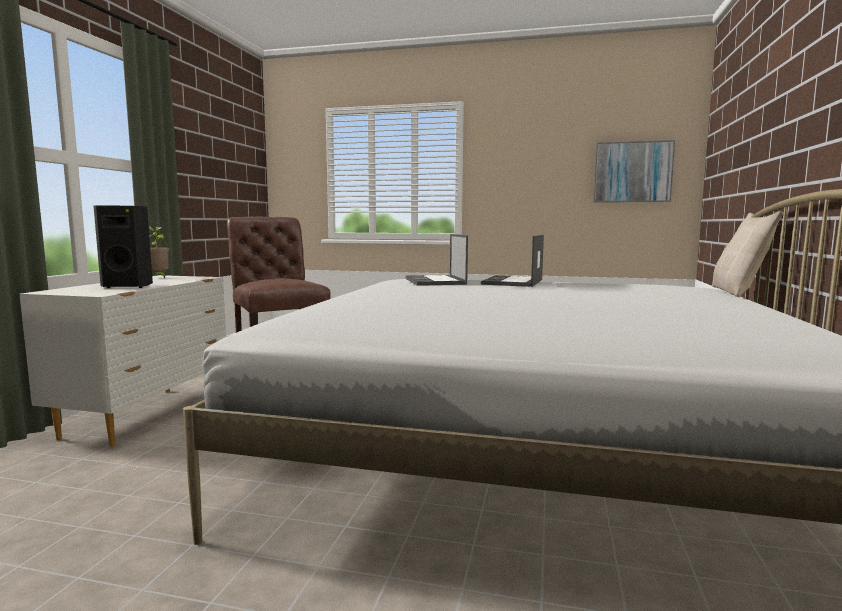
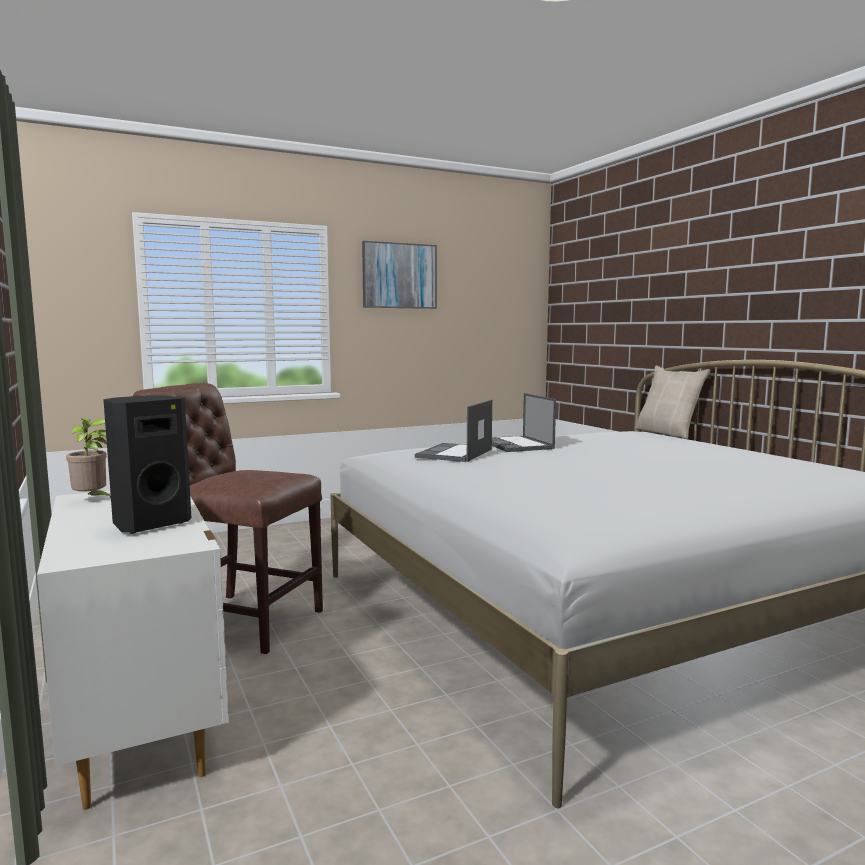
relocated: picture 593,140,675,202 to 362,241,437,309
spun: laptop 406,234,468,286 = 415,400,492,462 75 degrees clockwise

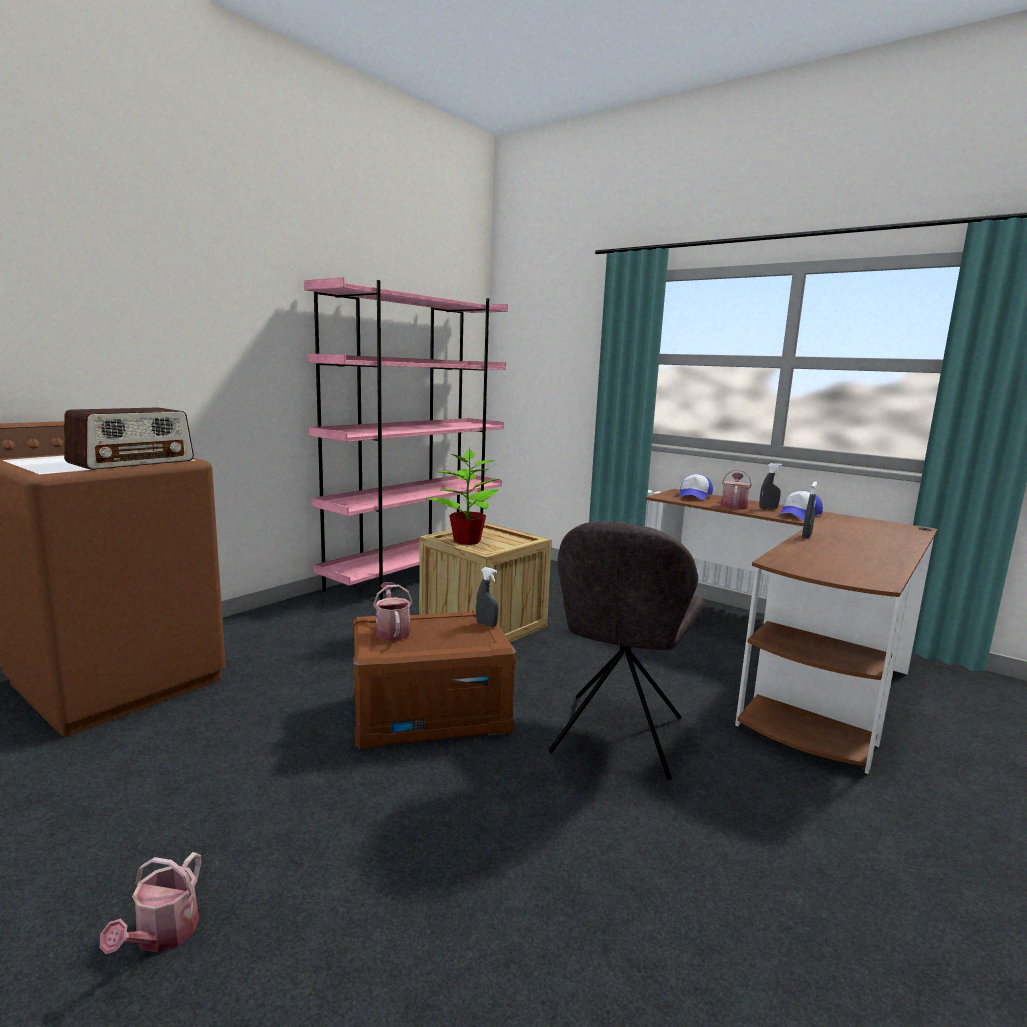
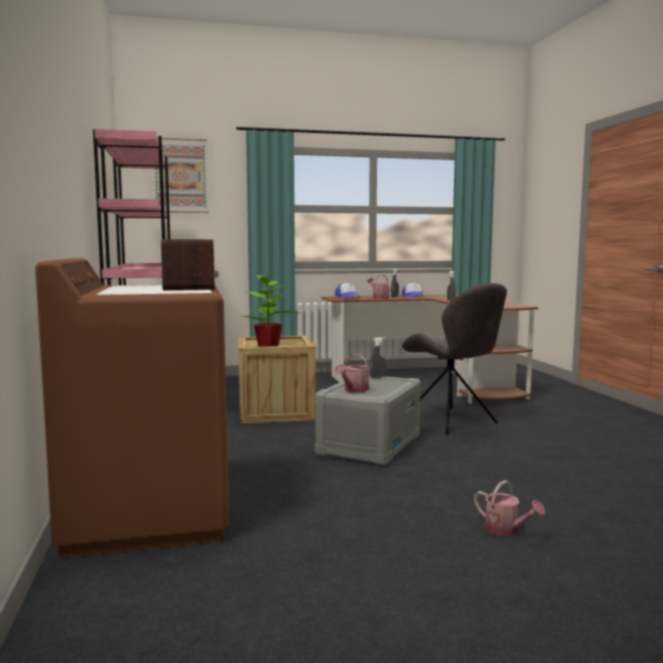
appeared: picture 152,137,209,213
colour: storage box/brown 353,610,516,749 to storage box/grey 315,375,421,466
spun: watering can 373,582,413,641 = 335,354,370,392 75 degrees counterclockwise

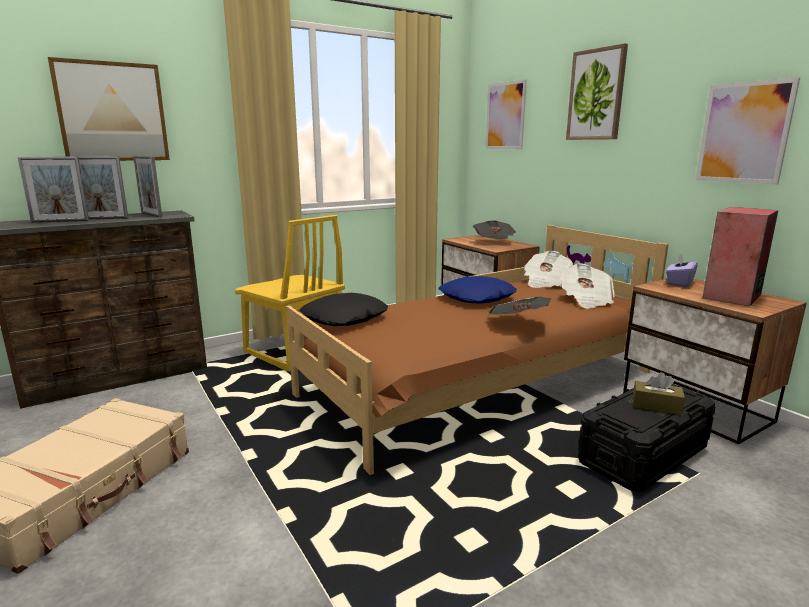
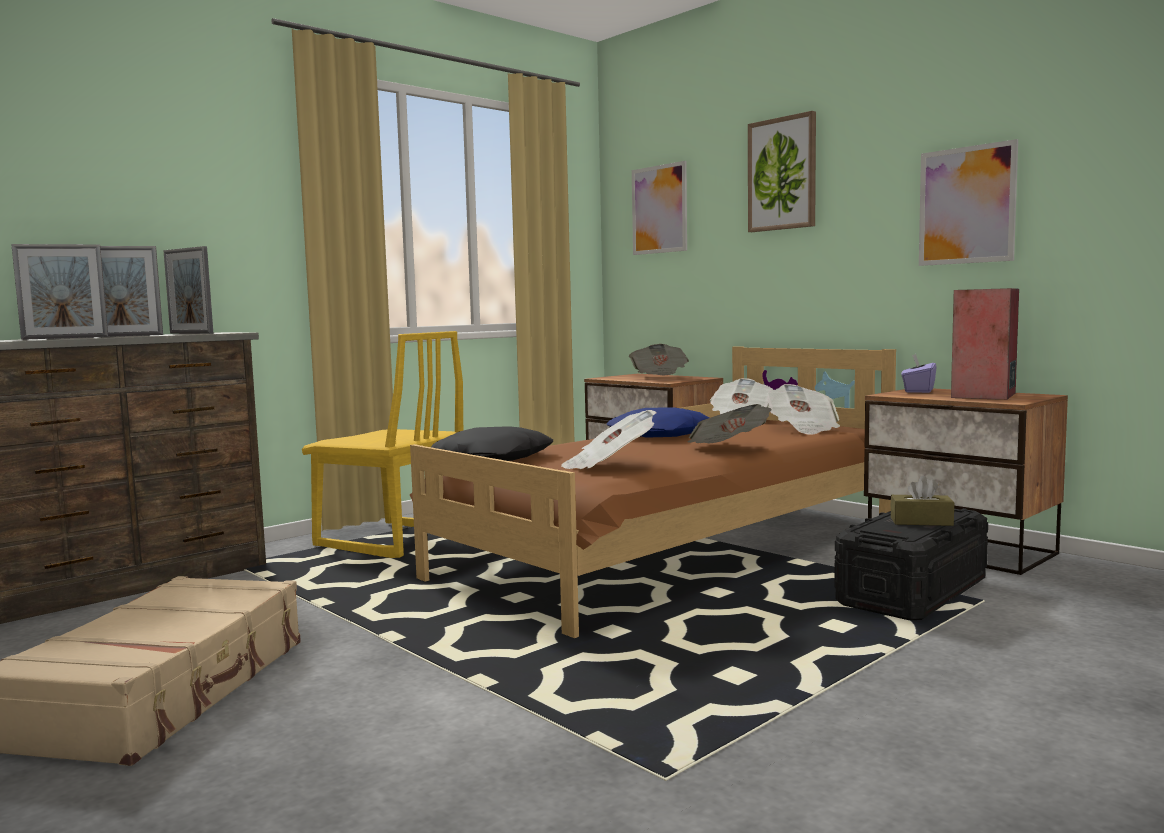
missing: picture 48,57,170,161
appeared: newspaper 561,410,657,469

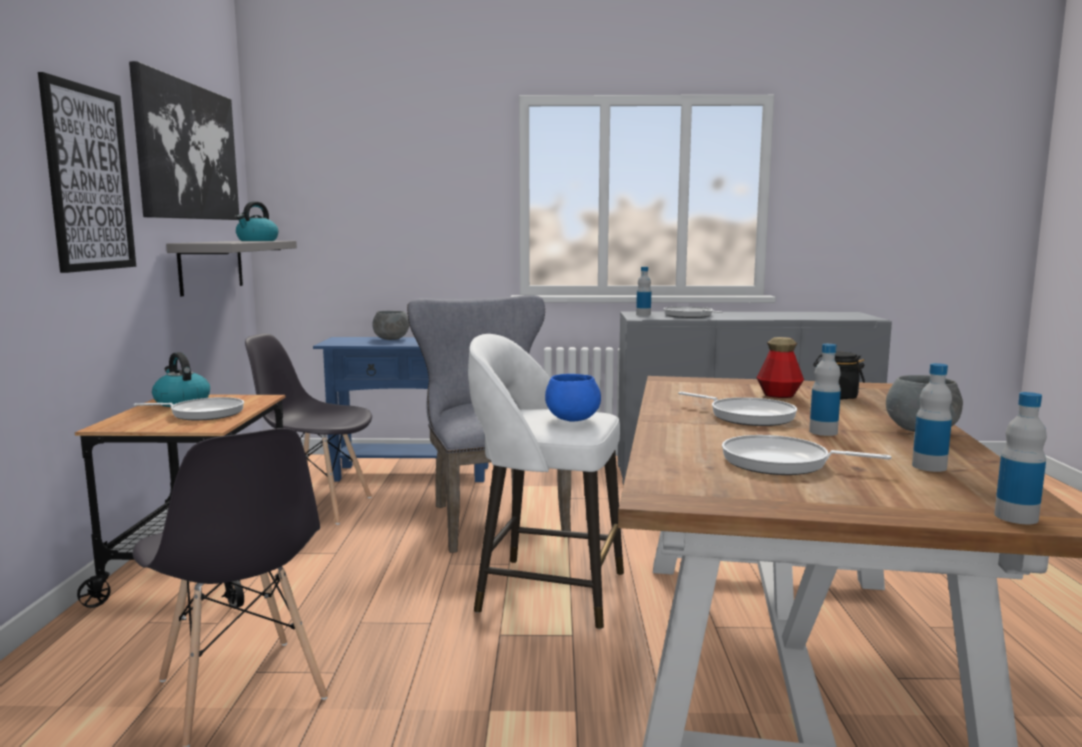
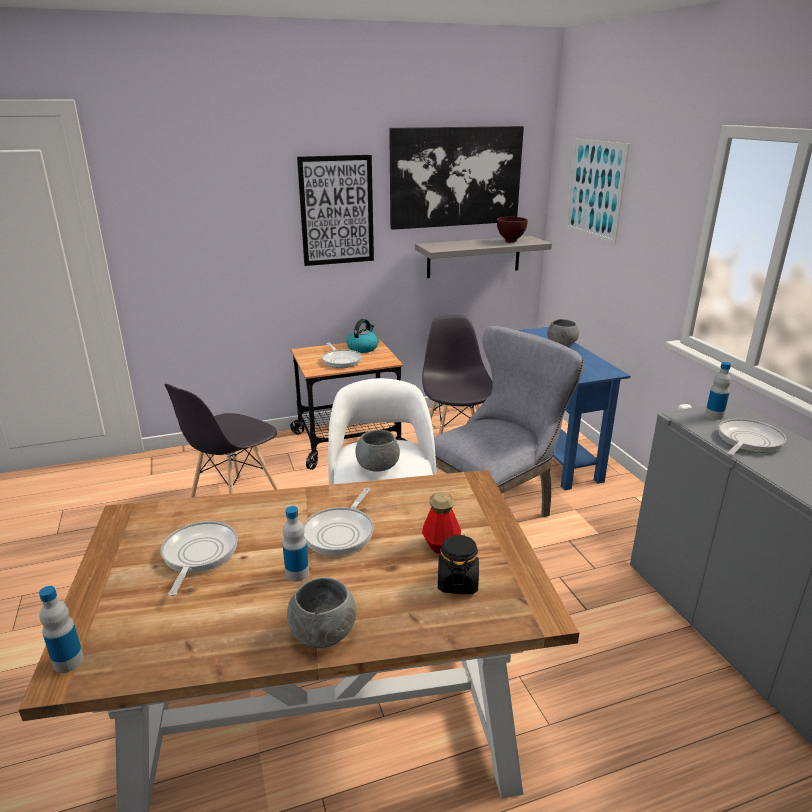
missing: bottle 912,363,952,472
appeared: picture 565,139,630,244
exchanged: kettle 236,201,279,241 to bowl/brown 497,217,528,243
colour: bowl/blue 545,374,601,422 to bowl/grey 355,430,400,472

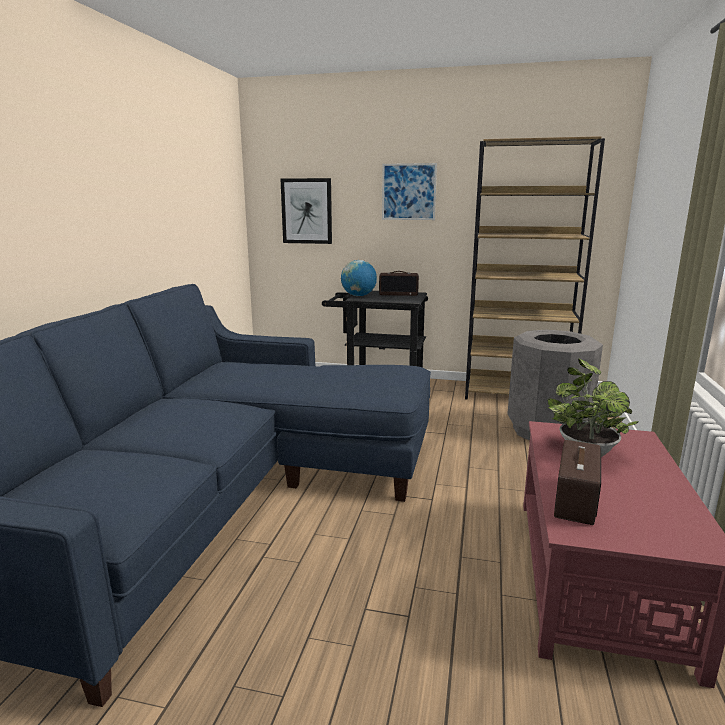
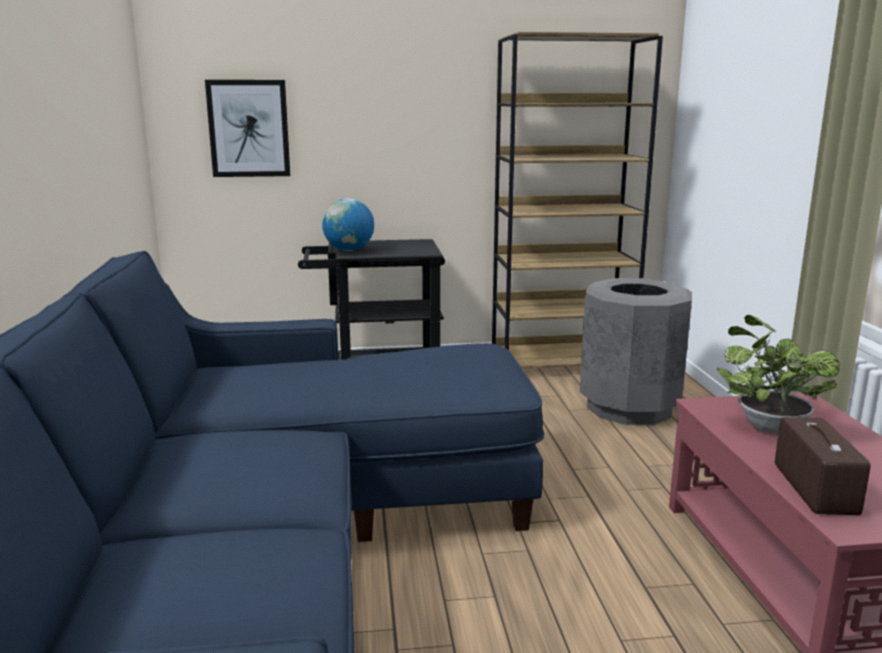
missing: radio 379,271,419,296; picture 382,163,437,220

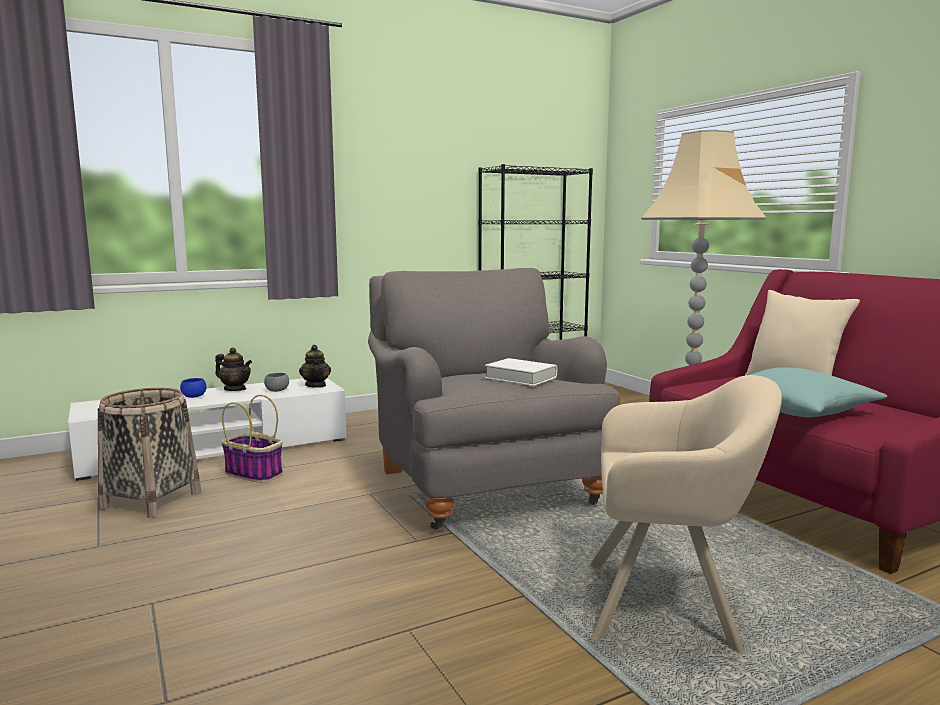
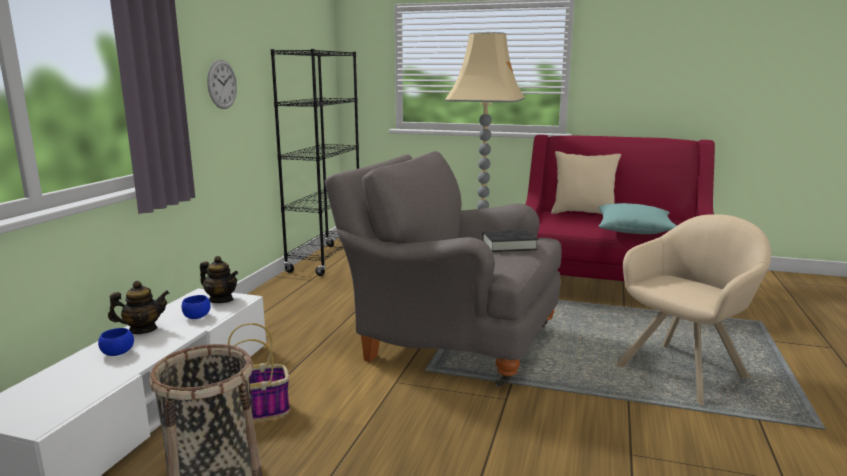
appeared: wall clock 207,59,237,109
colour: bowl/grey 264,373,289,392 to bowl/blue 182,295,211,319; book/white 485,358,557,386 to book/black 482,230,538,252

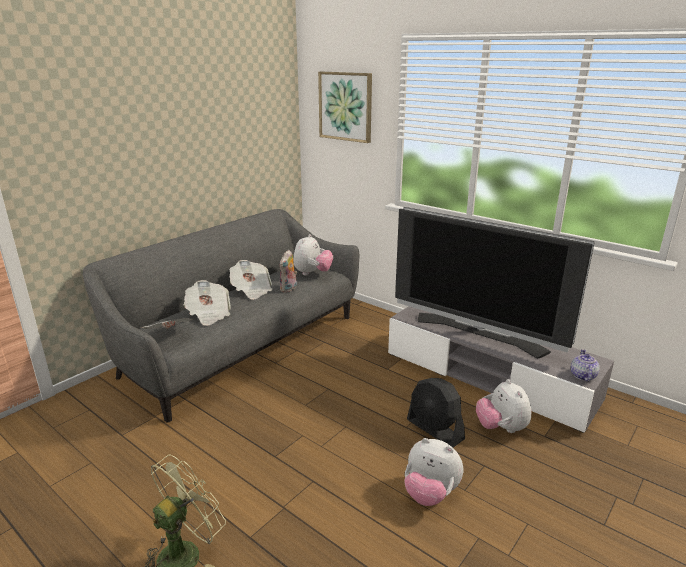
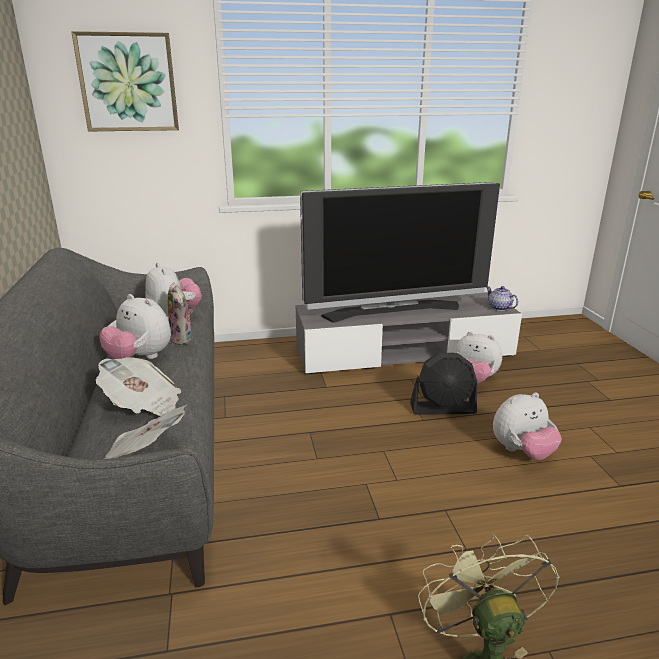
exchanged: newspaper 230,260,272,300 to plush toy 99,294,171,359

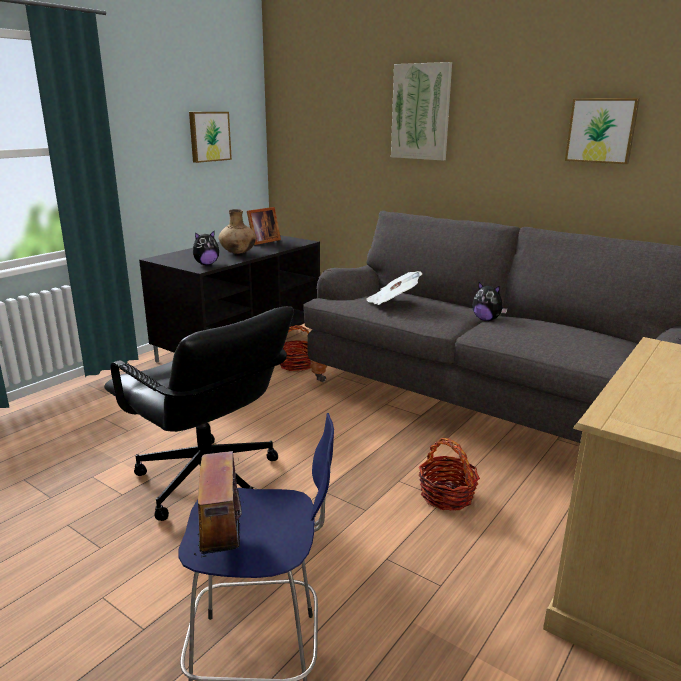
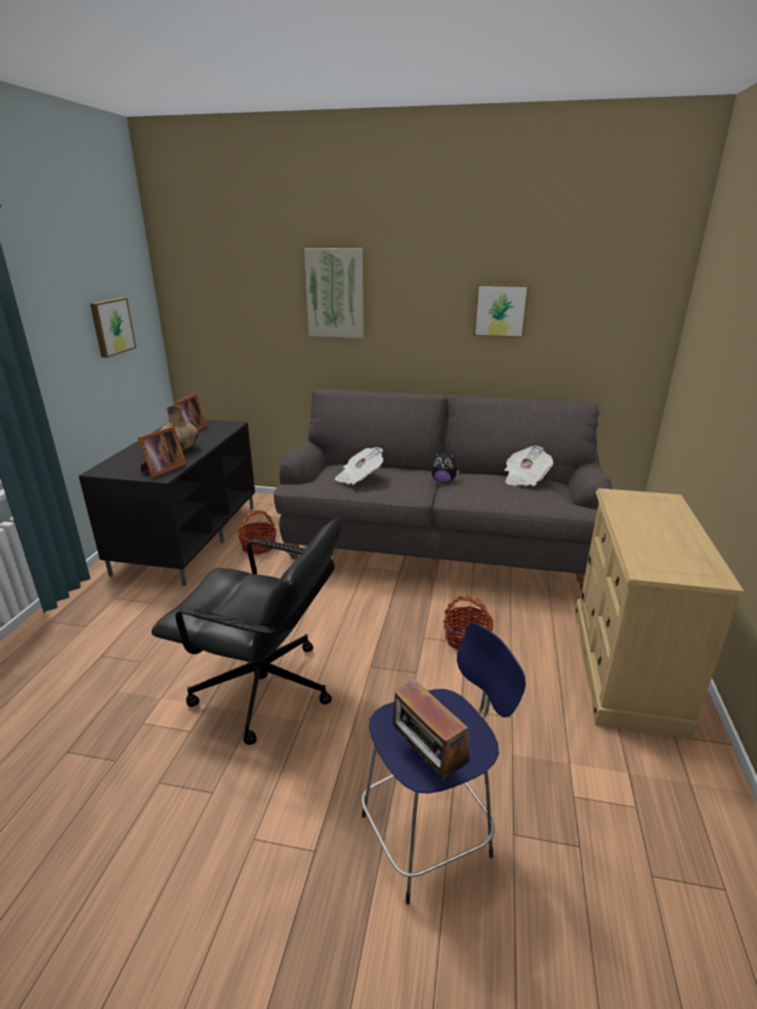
appeared: newspaper 505,446,553,486
exchanged: plush toy 193,231,219,265 to picture frame 138,426,186,477

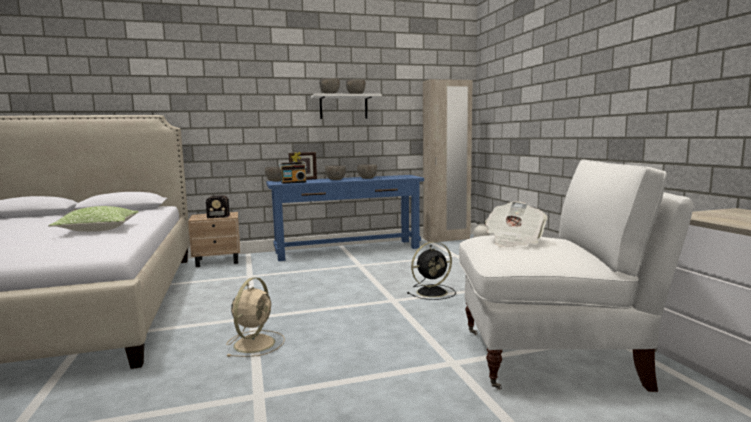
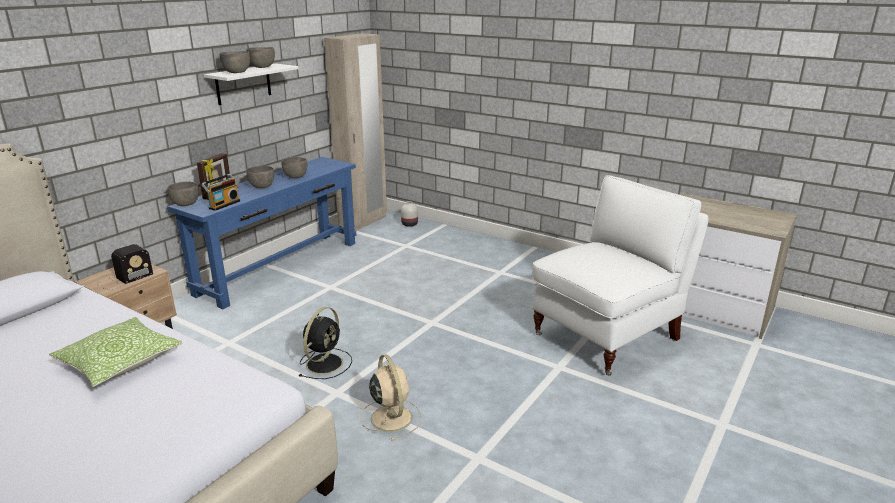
missing: newspaper 485,201,548,247
relocated: fan/black 407,241,456,300 to 299,307,352,379

